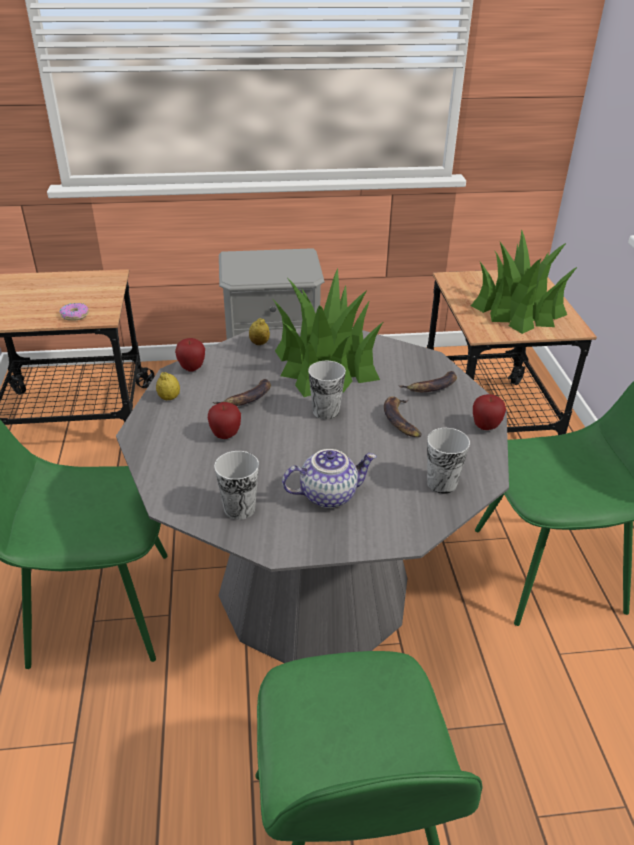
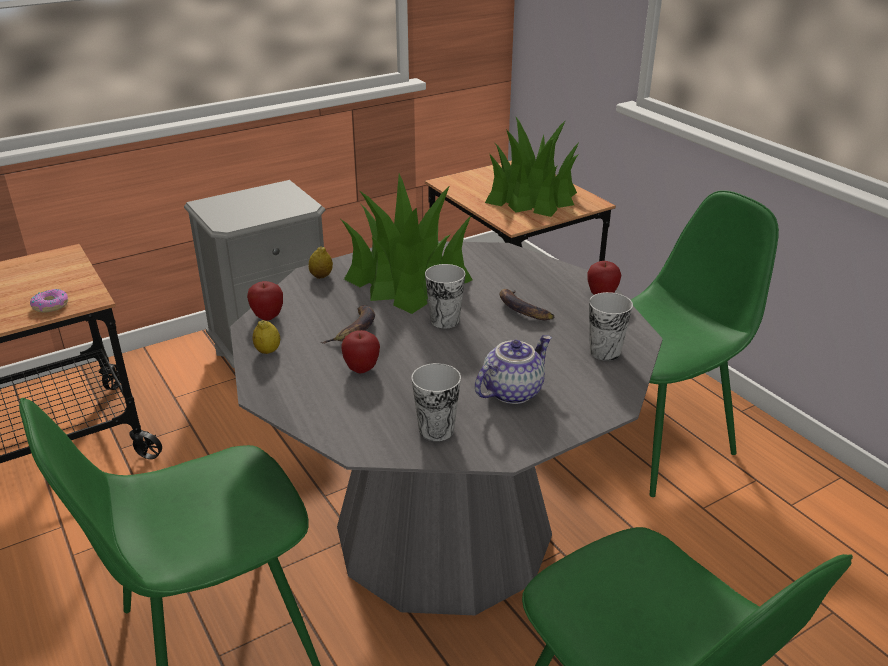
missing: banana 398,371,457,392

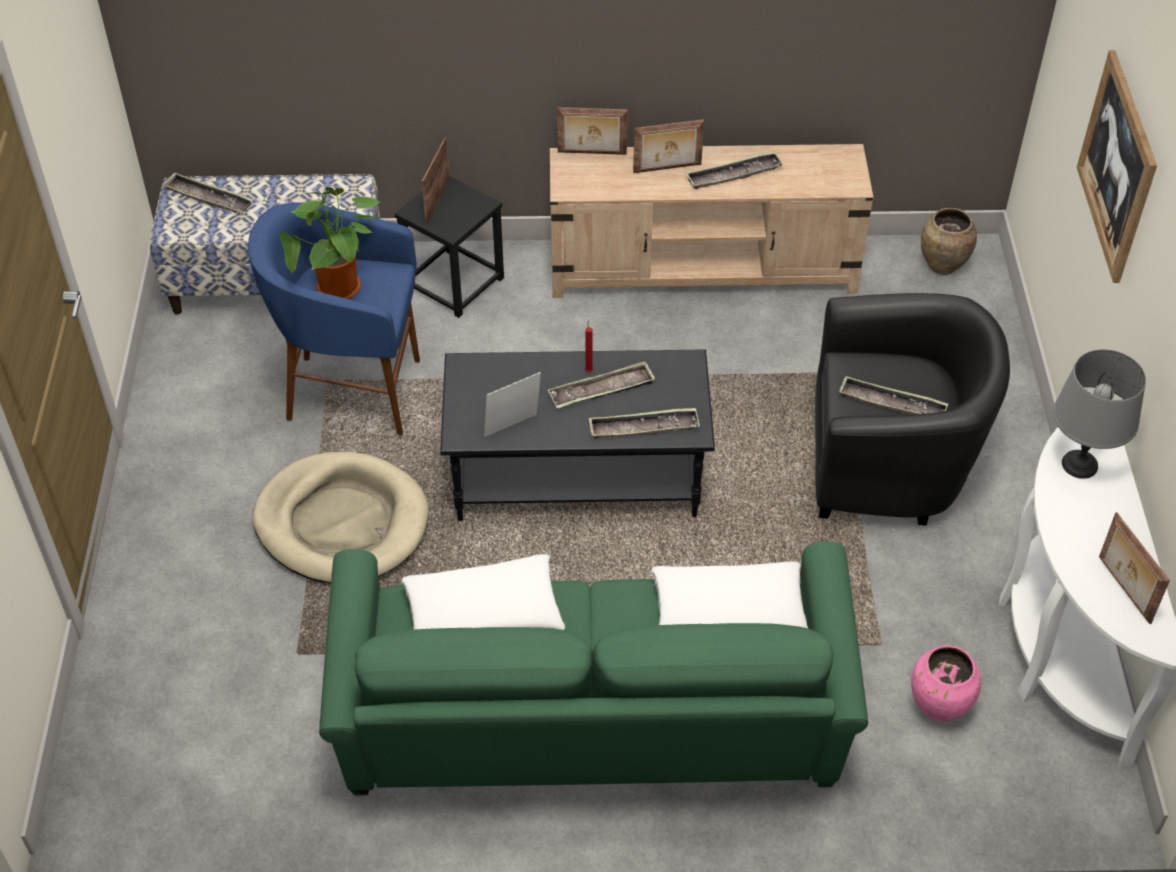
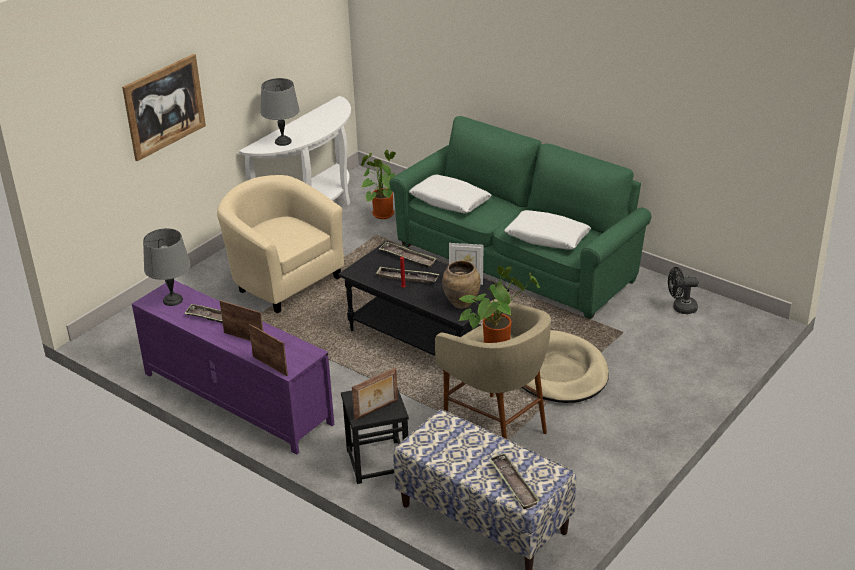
missing: tray 839,376,948,415; picture frame 1099,512,1170,624
appeared: table lamp/grey 143,228,191,306; fan/black 668,267,699,314
relocated: vase/brown 921,208,977,275 to 442,260,481,309
exchanged: vase/pink 911,645,981,721 to potted plant 361,150,396,219
colour: tv stand/beige 550,144,874,298 to tv stand/purple 132,280,334,455; armchair/black 815,293,1010,525 to armchair/beige 217,175,344,314; stool/blue 248,202,420,435 to stool/beige 435,299,551,439

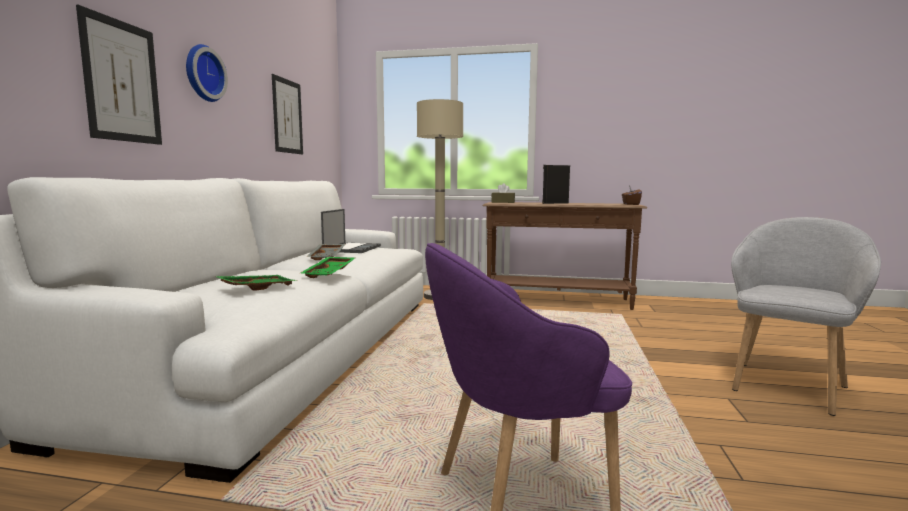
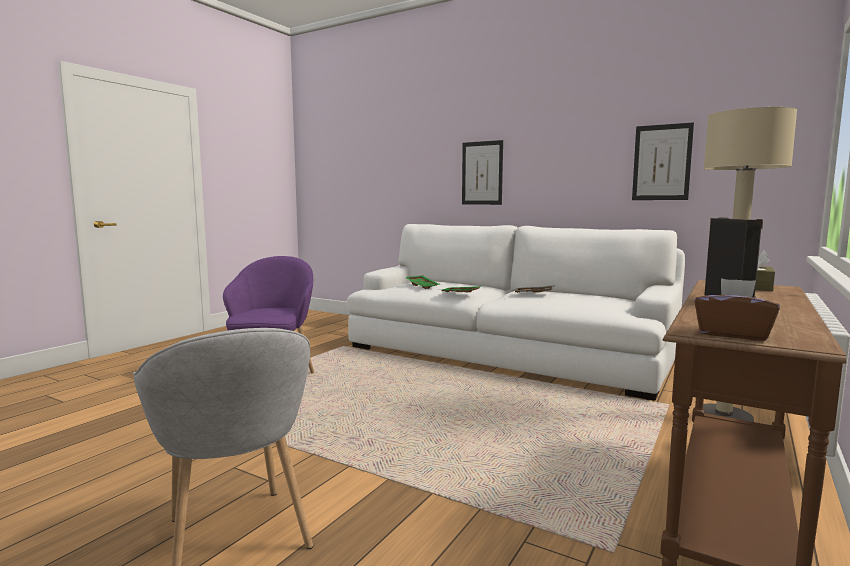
missing: wall clock 186,44,228,102; laptop 321,209,381,253

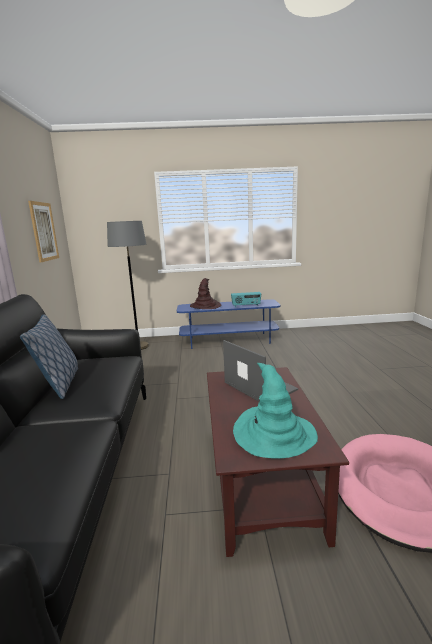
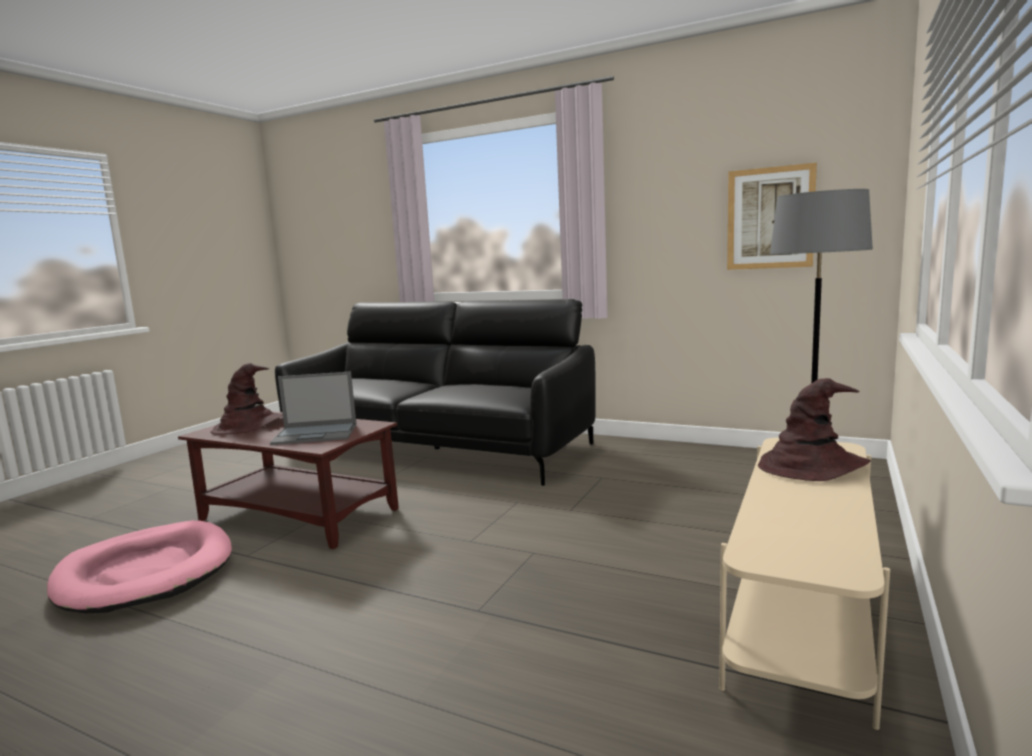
missing: pillow 20,314,78,399; radio 231,292,261,307
colour: hat/turquoise 233,363,318,459 to hat/brown 210,363,283,435; tv stand/blue 177,299,280,349 to tv stand/beige 719,438,890,730

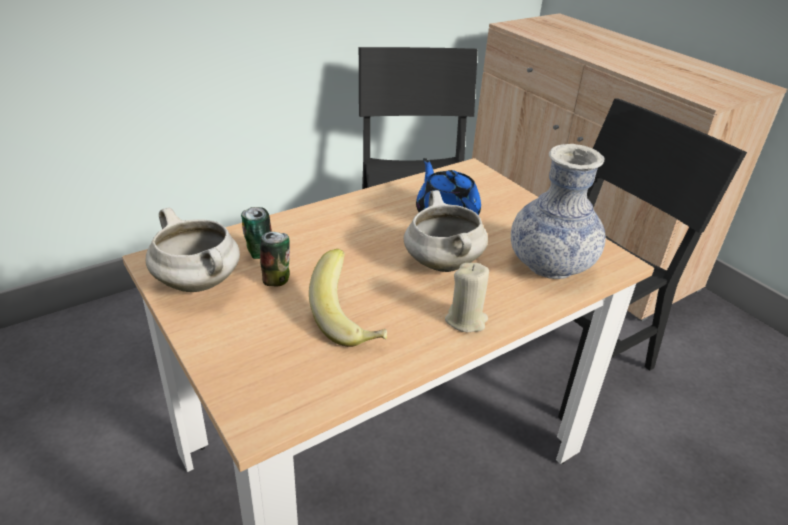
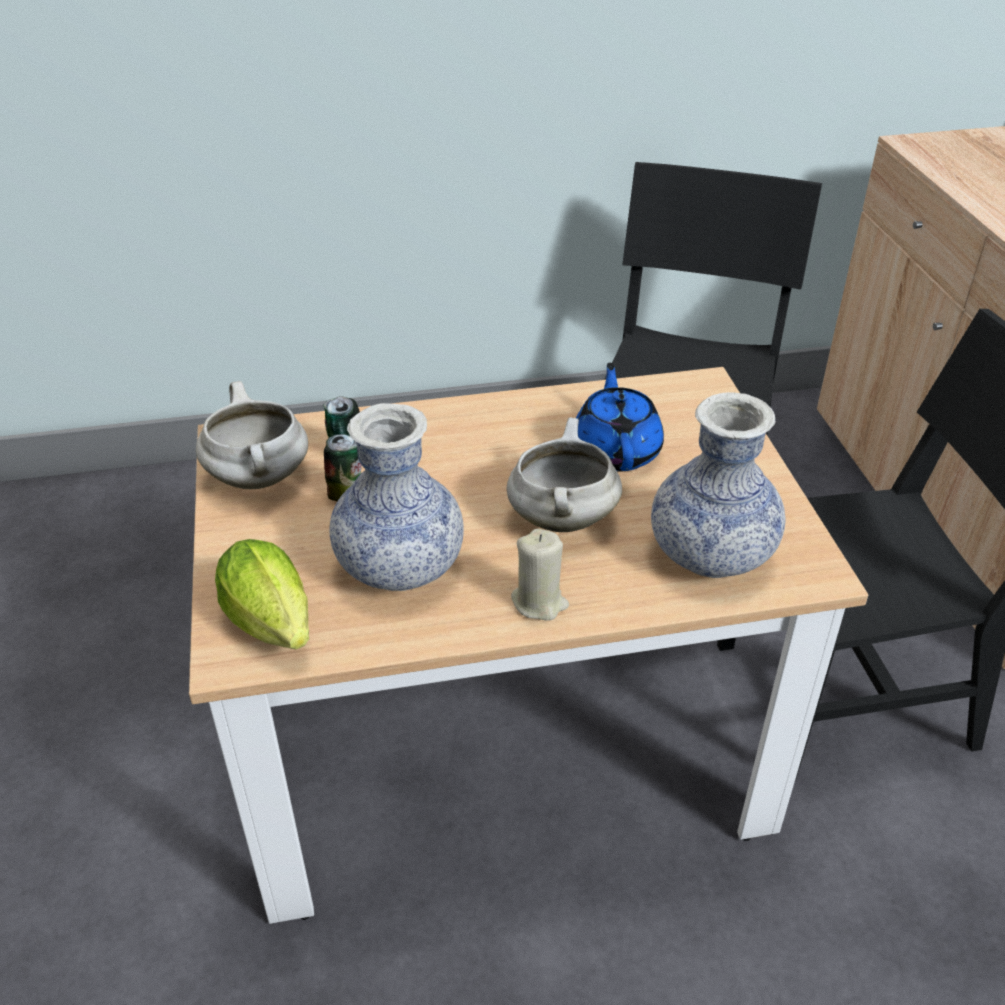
appeared: lettuce 215,539,309,649
exchanged: banana 309,249,387,347 to vase 329,403,464,591

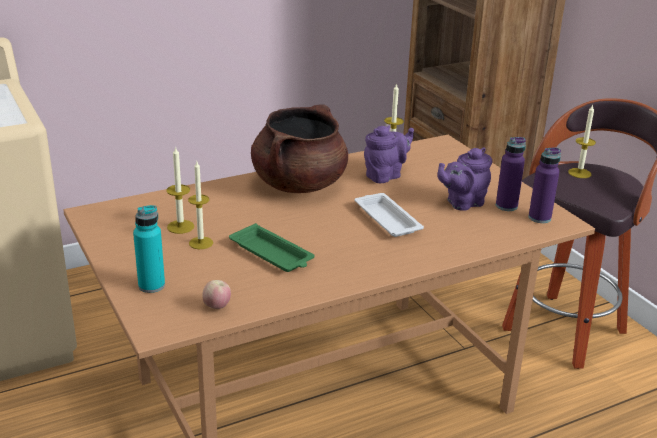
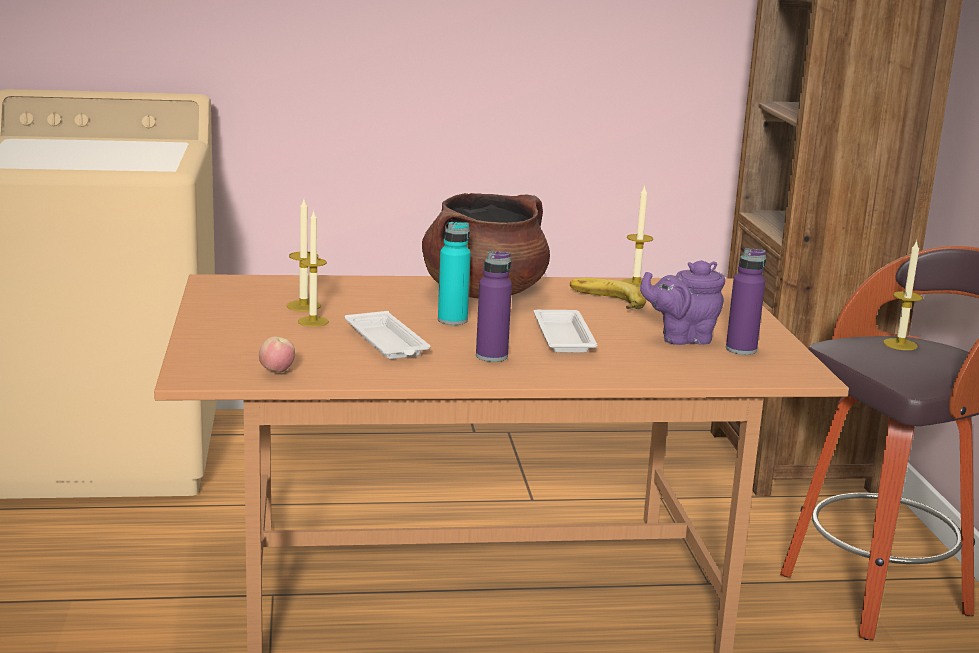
relocated: bottle/turquoise 133,205,165,293 to 438,222,471,325; bottle/purple 528,148,561,223 to 476,251,512,362
exchanged: teapot/purple 364,125,414,183 to banana 570,278,646,309
colour: tray/green 229,223,315,272 to tray/white 345,311,431,359

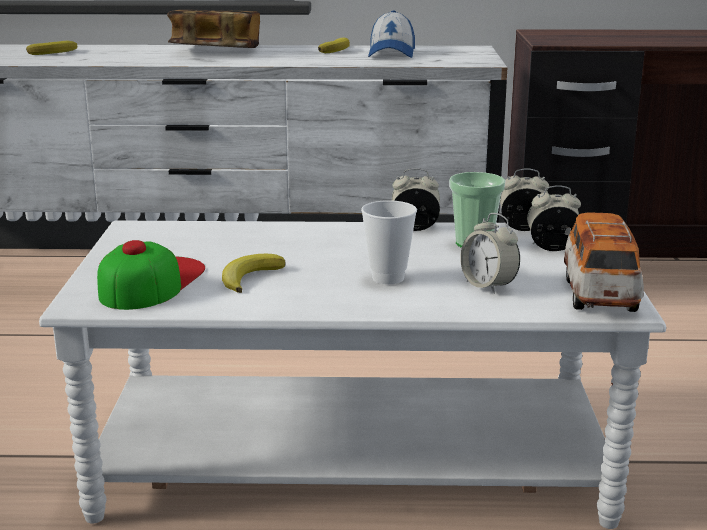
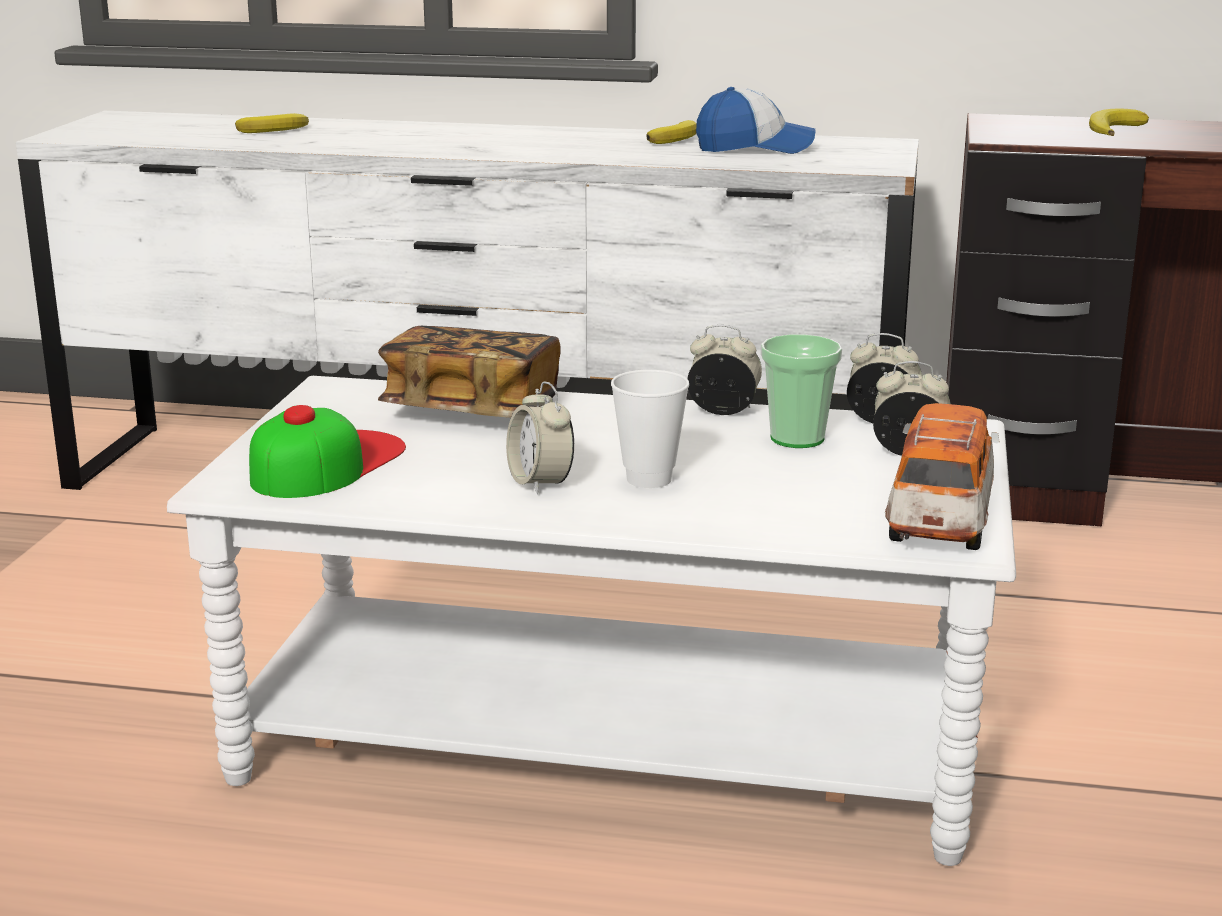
relocated: book 167,10,260,48 to 378,326,561,418; alarm clock 460,213,520,294 to 506,382,574,494; banana 222,254,286,293 to 1089,108,1149,136
spun: cap 368,11,415,58 = 696,87,815,154 105 degrees counterclockwise

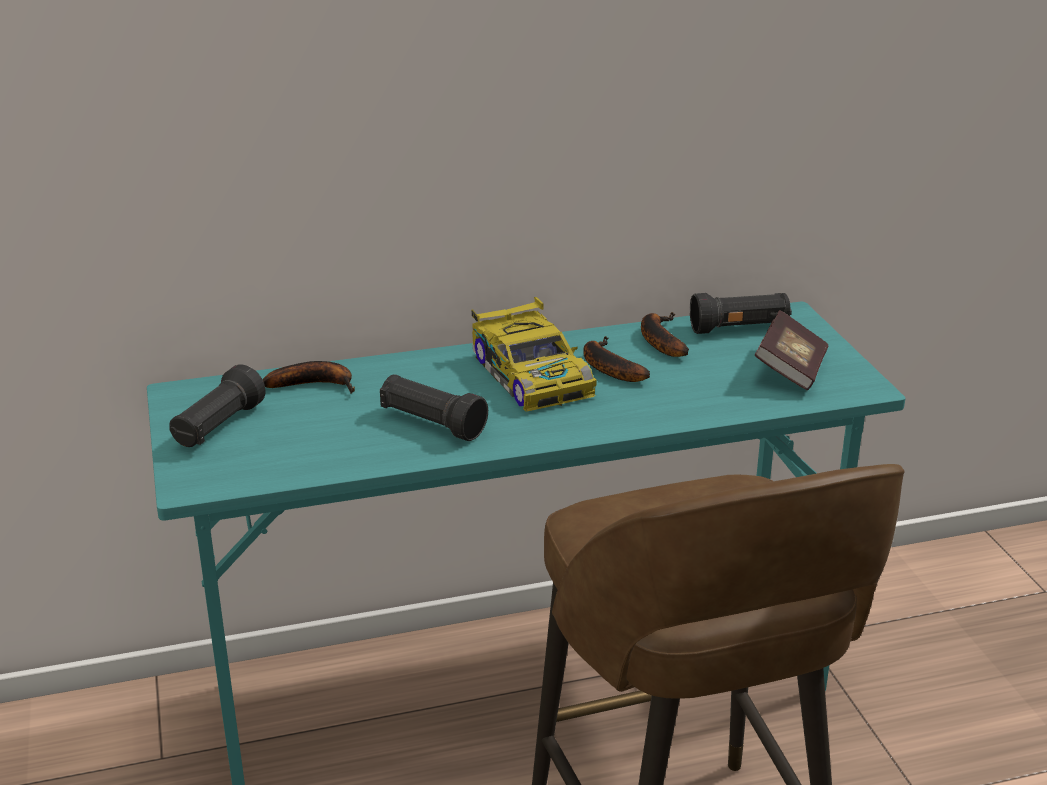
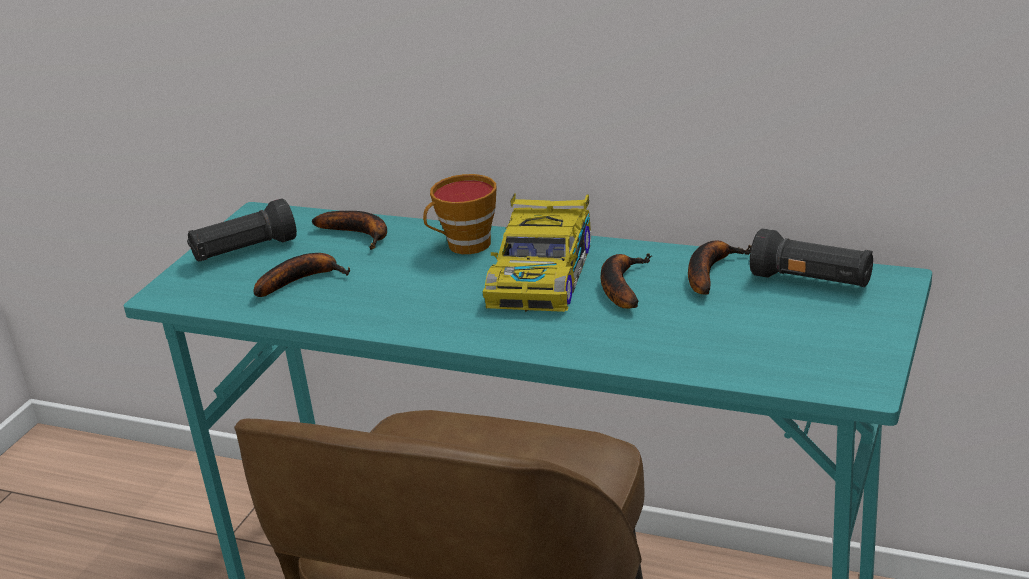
missing: flashlight/black 380,374,488,441; book 755,310,828,390
appeared: banana 254,253,350,297; cup 423,174,496,254

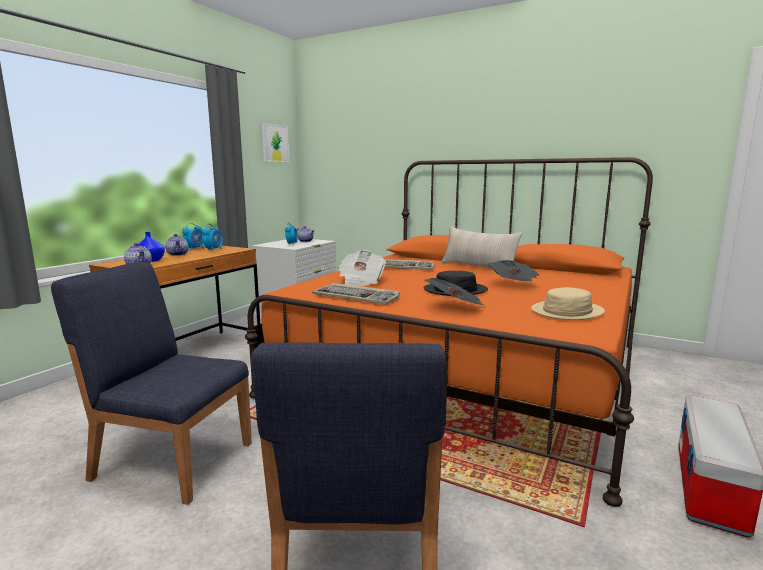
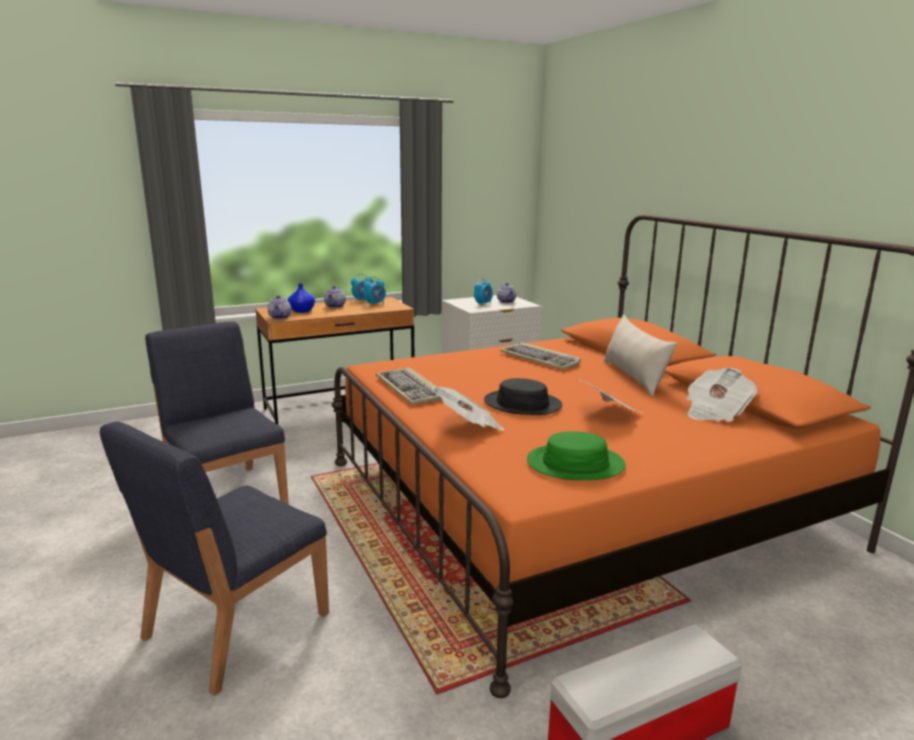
missing: picture 262,123,289,162
relocated: newspaper 338,250,386,286 to 686,368,757,422
colour: hat/beige 531,287,605,320 to hat/green 527,431,626,480

